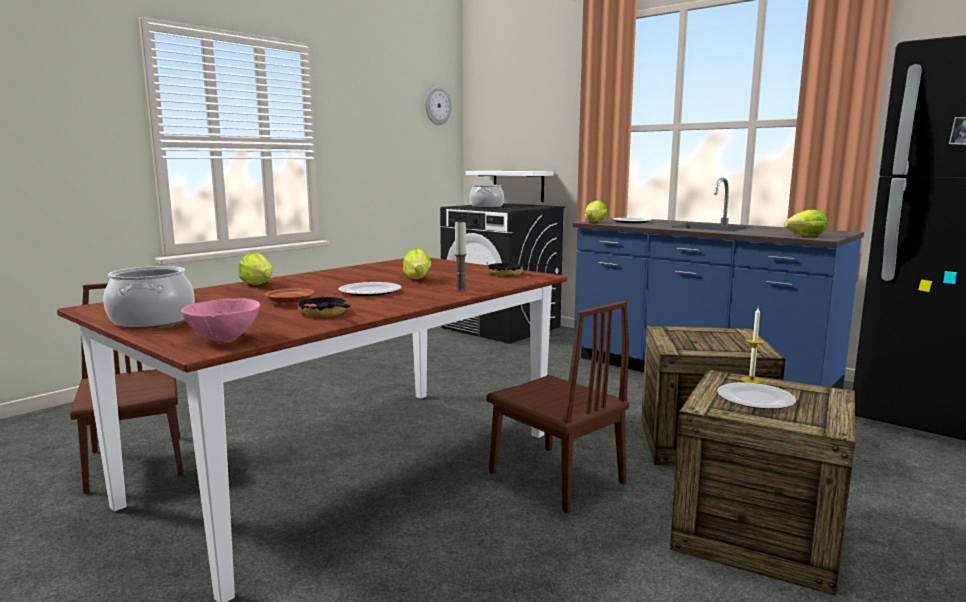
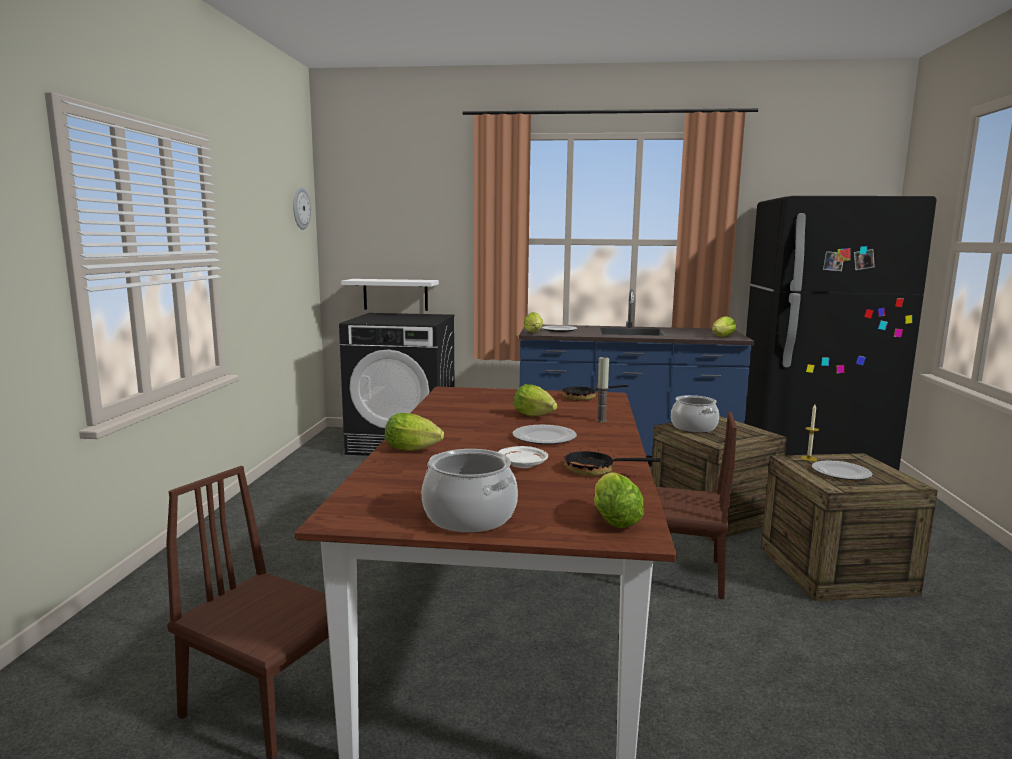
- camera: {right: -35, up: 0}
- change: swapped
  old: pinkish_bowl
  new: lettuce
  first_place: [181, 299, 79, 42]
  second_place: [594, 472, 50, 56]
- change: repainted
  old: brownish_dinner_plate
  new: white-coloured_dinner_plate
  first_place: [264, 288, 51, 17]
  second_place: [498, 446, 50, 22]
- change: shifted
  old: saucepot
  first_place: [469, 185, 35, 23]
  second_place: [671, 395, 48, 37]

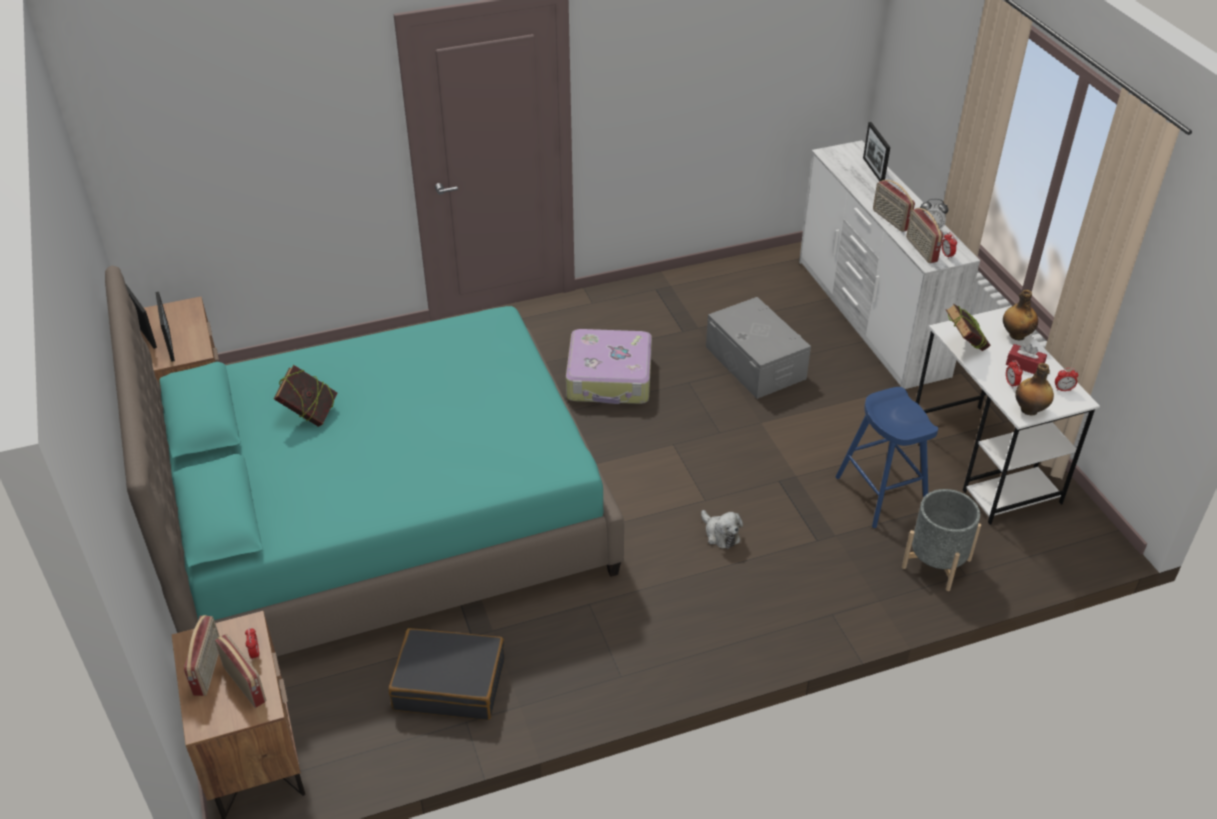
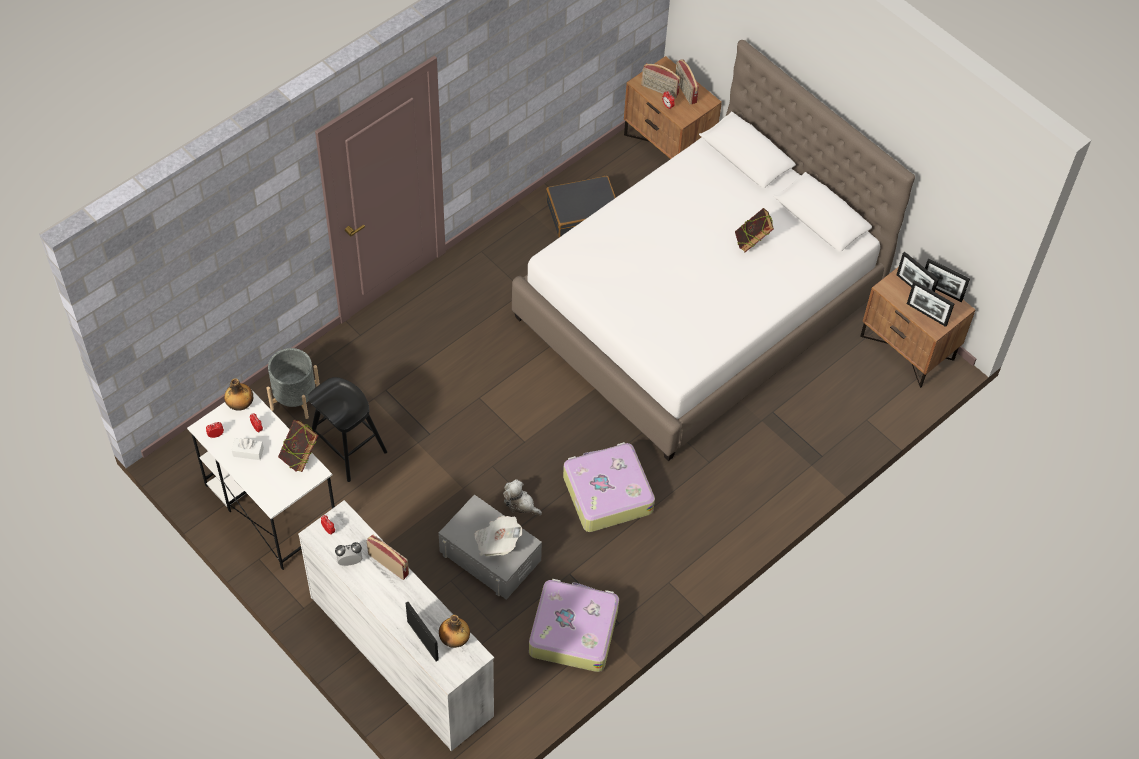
- camera: {right: 155, up: 15}
- change: repainted
  old: turquoise_bedroom_bed
  new: white-coloured_bedroom_bed
  first_place: [105, 265, 519, 391]
  second_place: [512, 40, 403, 421]
- change: shifted
  old: plush_toy
  first_place: [701, 510, 42, 39]
  second_place: [503, 479, 39, 36]
- change: repainted
  old: blue-coloured_sitting_stool
  new: black-coloured_sitting_stool
  first_place: [836, 387, 102, 141]
  second_place: [308, 377, 79, 105]
- change: gone
  old: radio_receiver
  first_place: [906, 208, 37, 55]
- change: shifted
  old: bottle
  first_place: [1003, 290, 35, 50]
  second_place: [439, 615, 31, 33]
- change: repainted
  old: red-coloured_tissue_box
  new: white-coloured_tissue_box
  first_place: [1006, 343, 41, 31]
  second_place: [232, 438, 32, 22]
- change: new
  new: daily_paper
  second_place: [474, 516, 48, 40]
- change: new
  new: suitcase
  second_place: [529, 579, 90, 93]
- change: new
  new: photo_frame
  second_place: [907, 281, 47, 46]

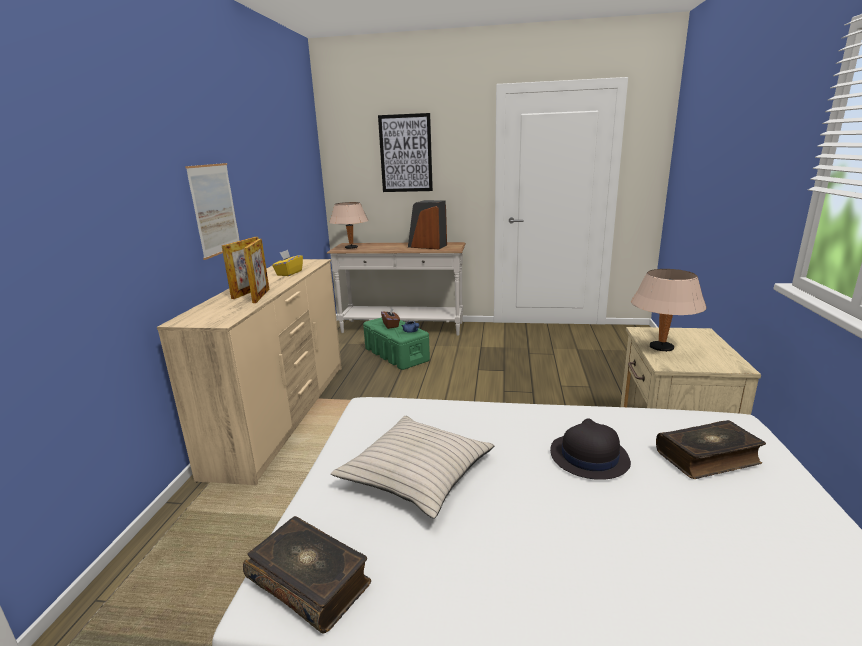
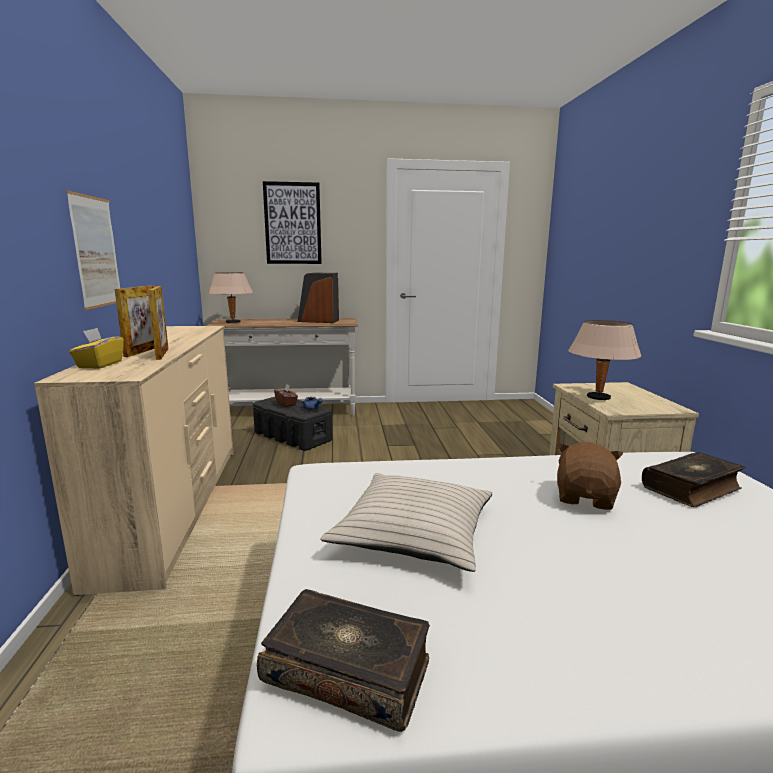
- camera: {right: -15, up: -5}
- change: shifted
  old: yellowish_tissue_box
  first_place: [272, 250, 31, 26]
  second_place: [69, 328, 55, 41]
- change: repainted
  old: green-coloured_storage_bin
  new: black-coloured_storage_bin
  first_place: [363, 317, 67, 53]
  second_place: [253, 397, 79, 54]
- change: swapped
  old: black-coloured_hat
  new: brownish_plush_toy
  first_place: [550, 418, 81, 62]
  second_place: [557, 442, 66, 68]

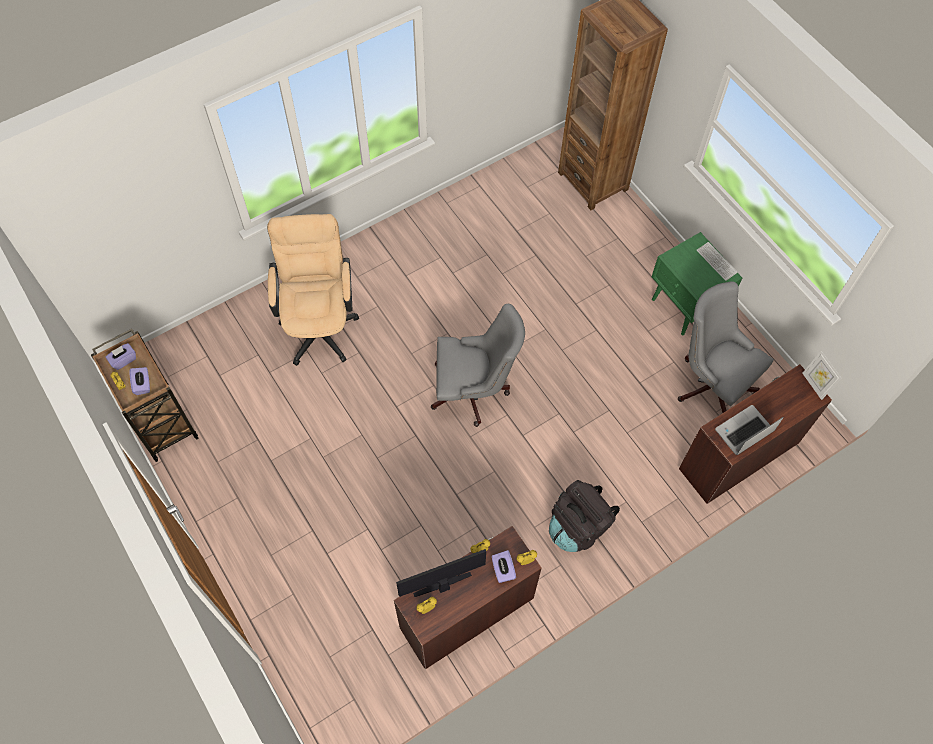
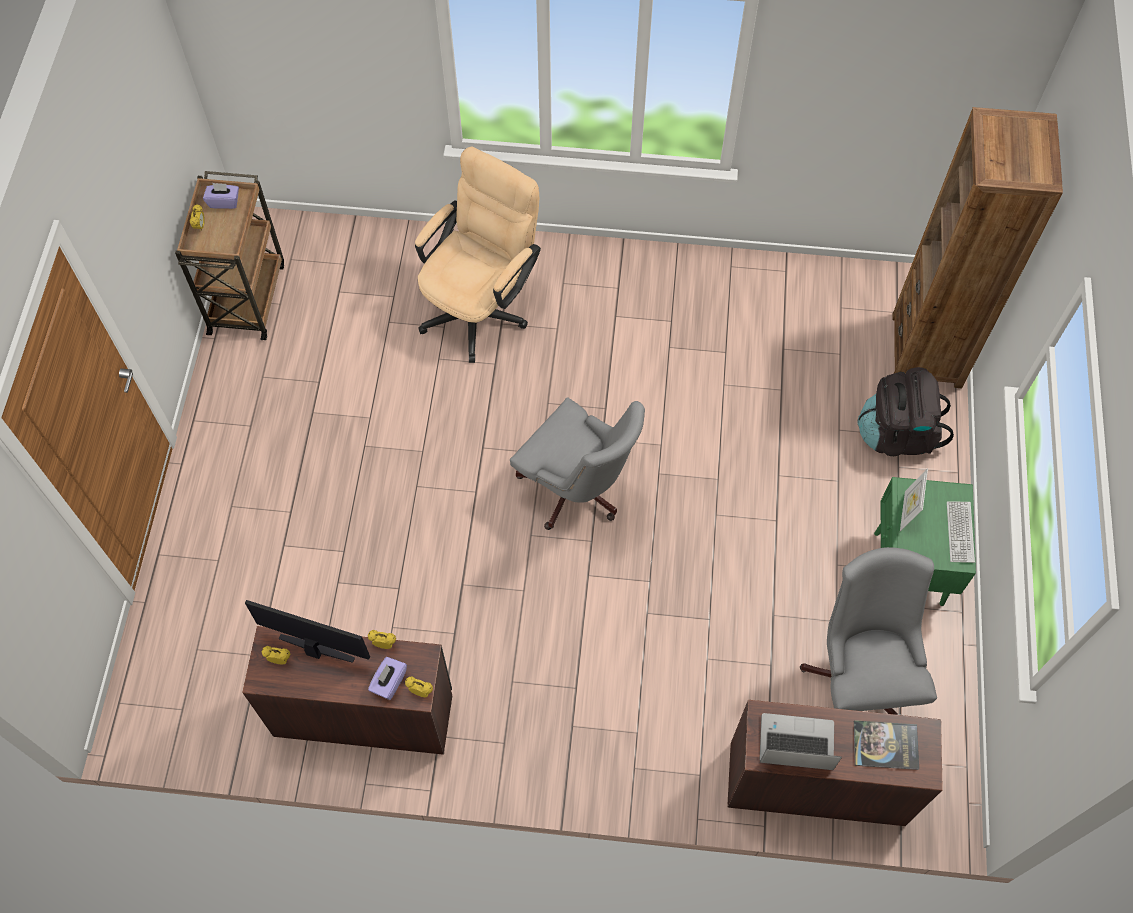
- camera: {right: 40, up: 0}
- change: gone
  old: purplish_tissue_box
  first_place: [129, 367, 21, 28]
- change: shifted
  old: black-coloured_rucksack
  first_place: [549, 480, 71, 72]
  second_place: [857, 367, 97, 89]
- change: shifted
  old: photo_frame
  first_place: [802, 351, 40, 49]
  second_place: [900, 468, 28, 63]
- change: new
  new: volume
  second_place: [854, 720, 65, 50]

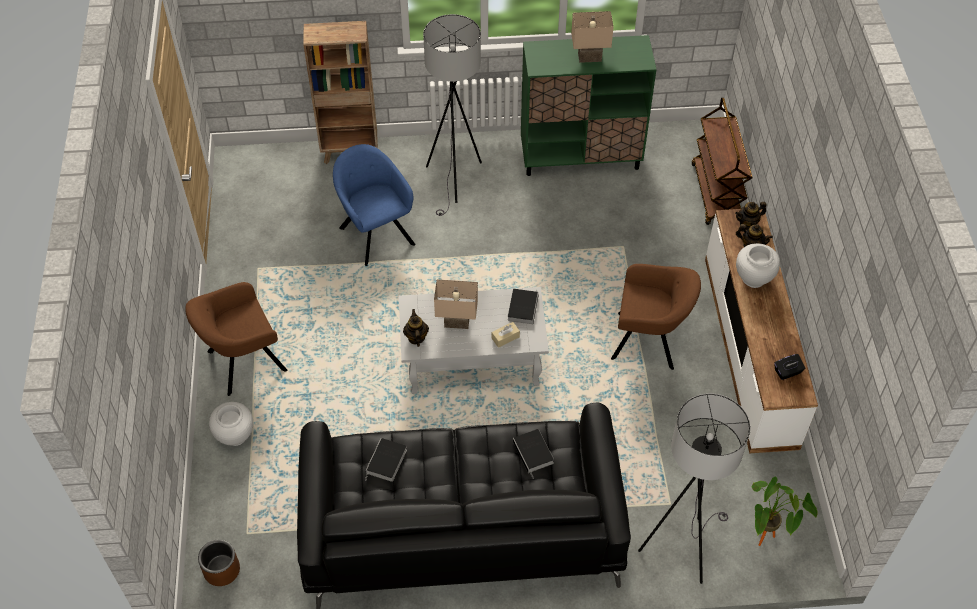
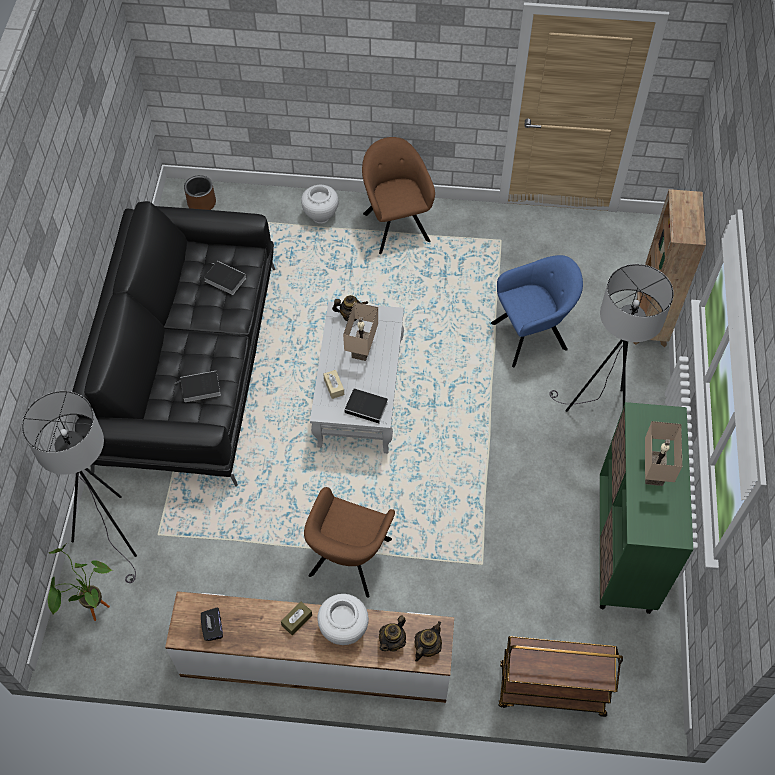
- camera: {right: 100, up: 5}
- change: rotated
  old: tea_pot
  first_place: [735, 202, 32, 28]
  second_place: [415, 621, 27, 41]
  degrees: 45
- change: new
  new: brownish_tissue_box
  second_place: [281, 602, 31, 33]

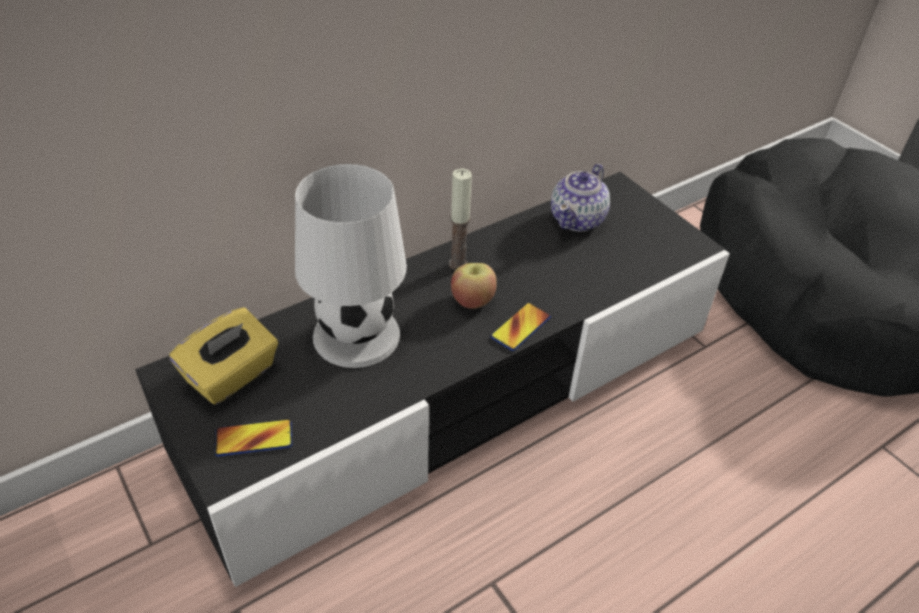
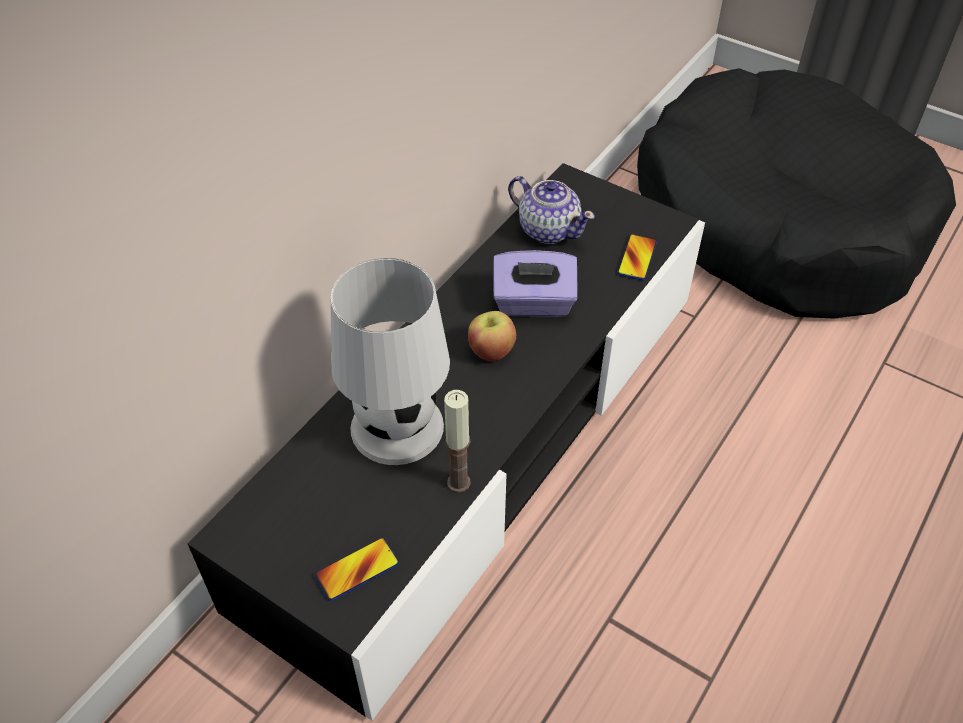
- camera: {right: -20, up: 5}
- change: gone
  old: yellowish_tissue_box
  first_place: [169, 307, 109, 98]
- change: shifted
  old: candle
  first_place: [449, 169, 23, 101]
  second_place: [444, 390, 27, 103]
- change: shifted
  old: telephone
  first_place: [491, 302, 60, 49]
  second_place: [617, 234, 40, 46]
- change: rotated
  old: tea_pot
  first_place: [551, 164, 59, 68]
  second_place: [508, 176, 87, 68]
  degrees: -60
- change: new
  new: purplish_tissue_box
  second_place: [493, 250, 85, 67]

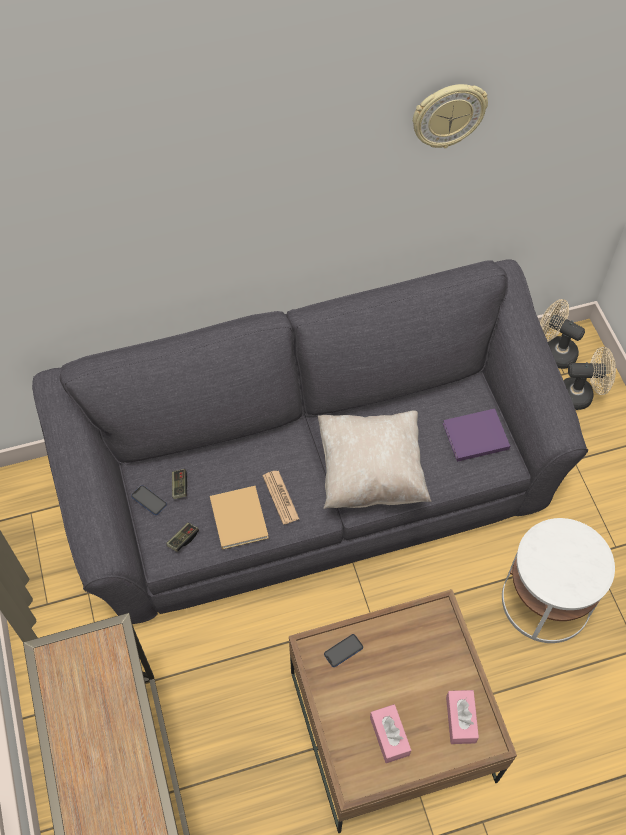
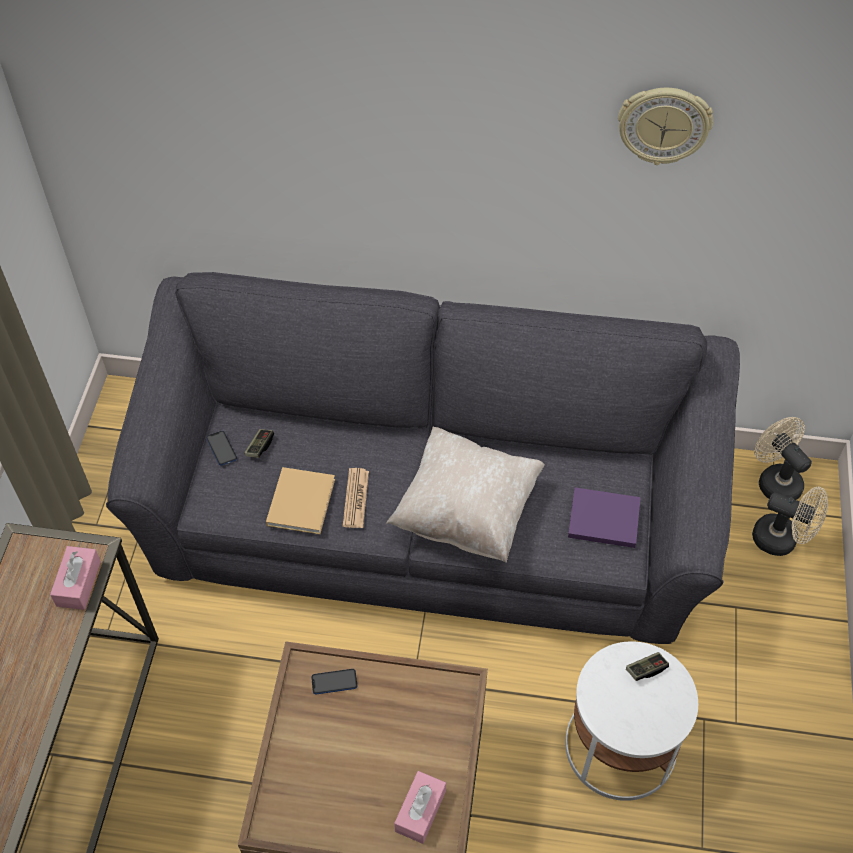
- camera: {right: 25, up: -5}
- change: shifted
  old: game_controller
  first_place: [166, 523, 33, 29]
  second_place: [626, 652, 43, 29]
- change: shifted
  old: pinkish_tissue_box
  first_place: [370, 704, 41, 59]
  second_place: [50, 546, 51, 64]

